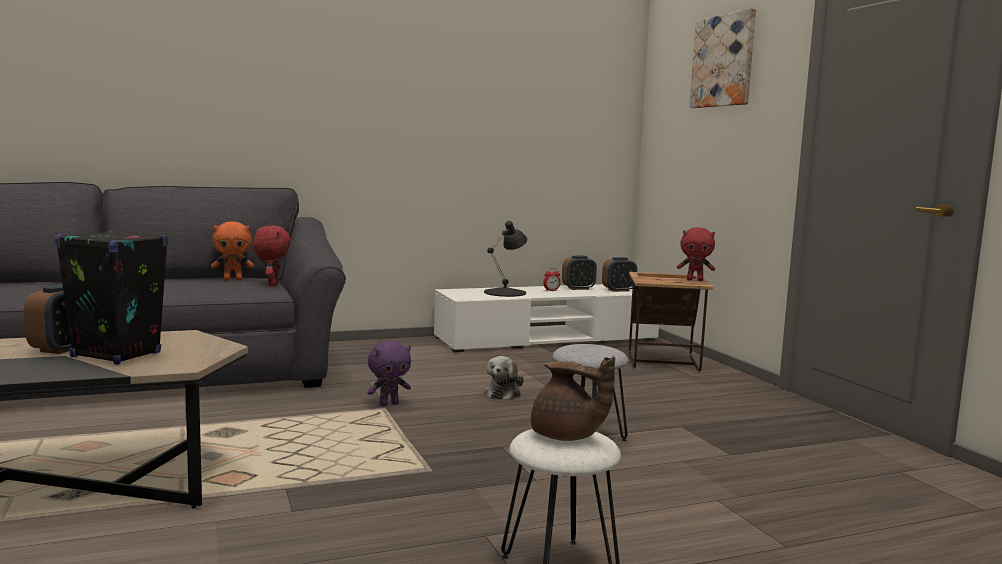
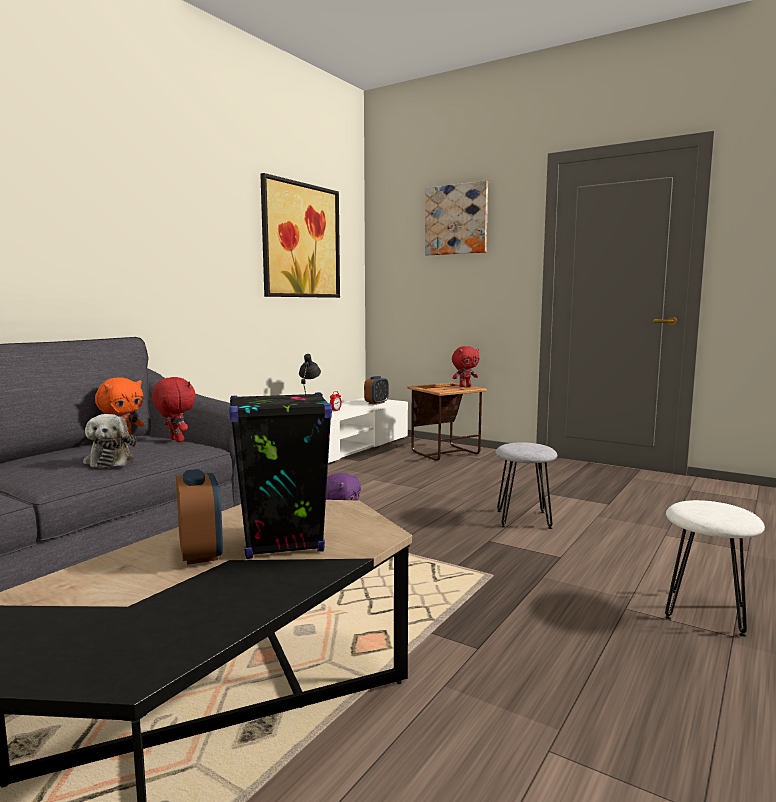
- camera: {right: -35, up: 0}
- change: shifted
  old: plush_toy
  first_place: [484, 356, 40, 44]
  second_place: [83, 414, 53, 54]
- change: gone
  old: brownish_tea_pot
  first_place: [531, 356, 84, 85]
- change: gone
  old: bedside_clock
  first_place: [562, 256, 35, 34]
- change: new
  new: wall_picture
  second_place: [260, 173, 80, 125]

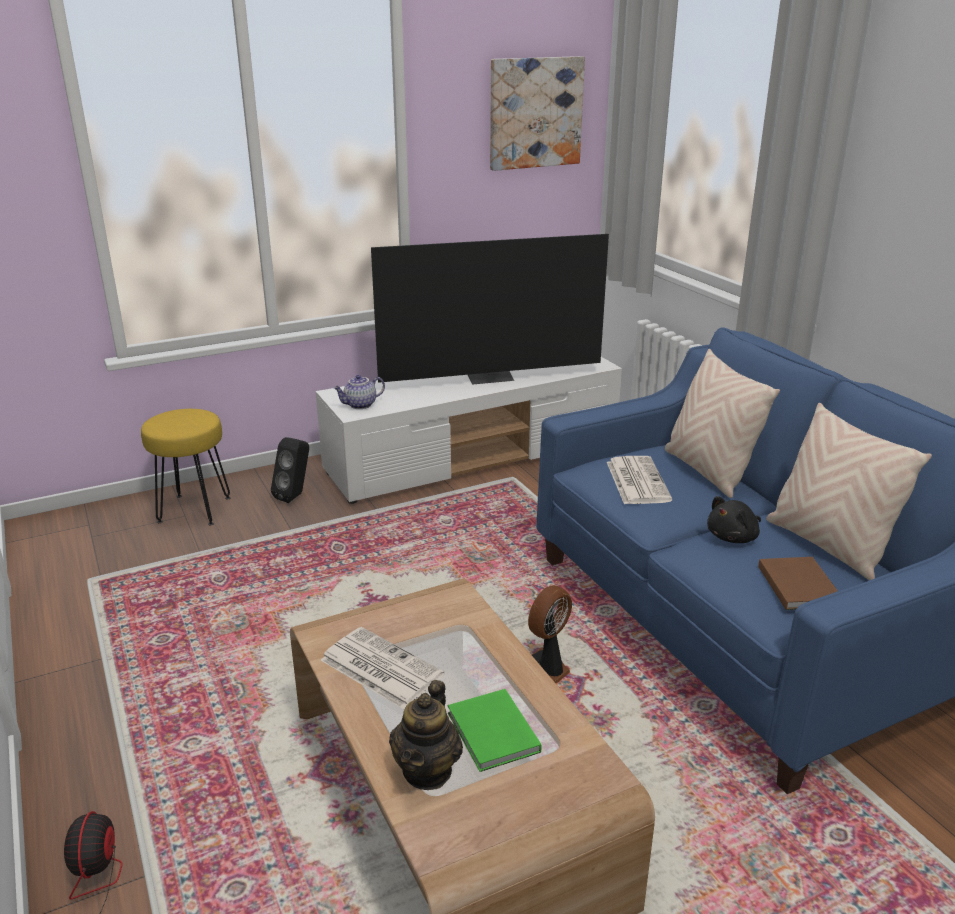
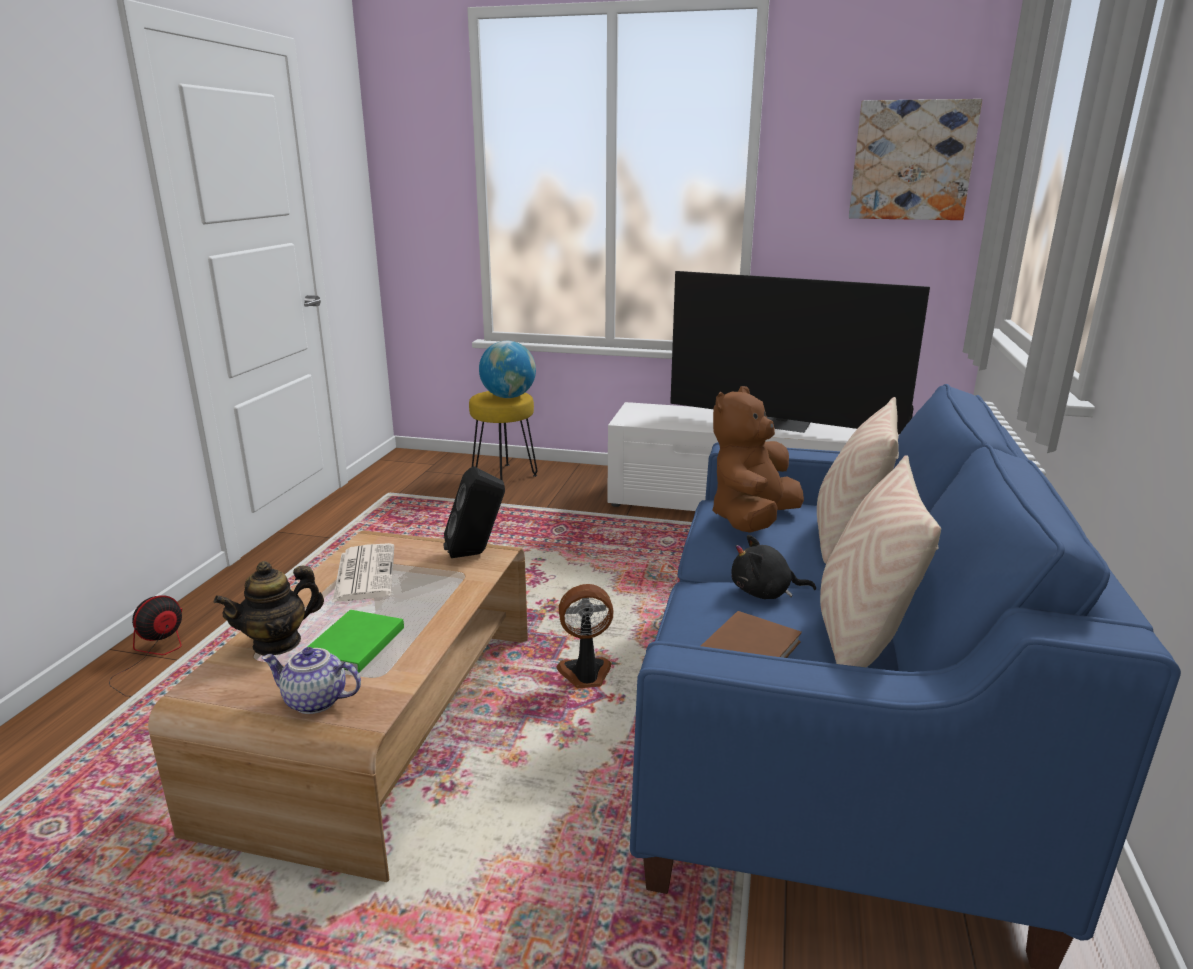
- camera: {right: 40, up: -5}
- change: shifted
  old: black-coloured_loudspeaker
  first_place: [271, 437, 38, 66]
  second_place: [443, 466, 62, 92]
- change: shifted
  old: tea_pot
  first_place: [333, 375, 52, 34]
  second_place: [262, 647, 99, 67]
- change: swapped
  old: daily_paper
  new: brownish_plush_toy
  first_place: [607, 456, 65, 48]
  second_place: [713, 386, 91, 147]
- change: new
  new: globe
  second_place: [479, 341, 57, 57]

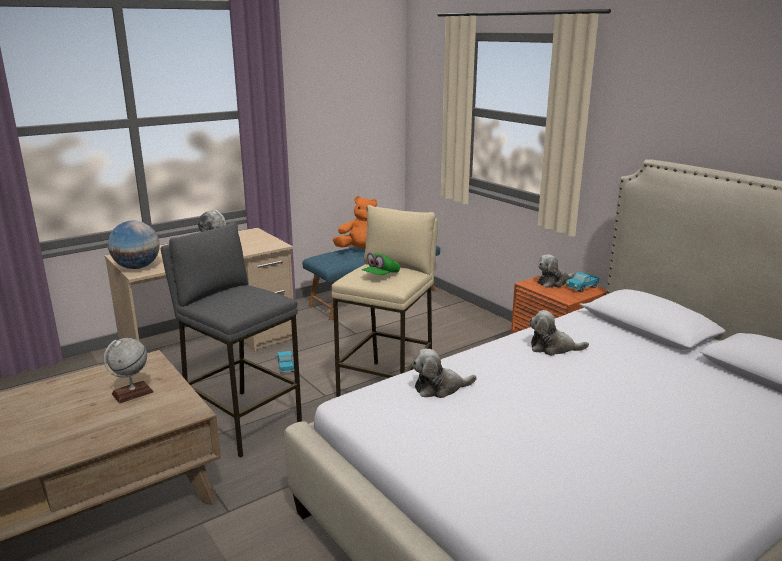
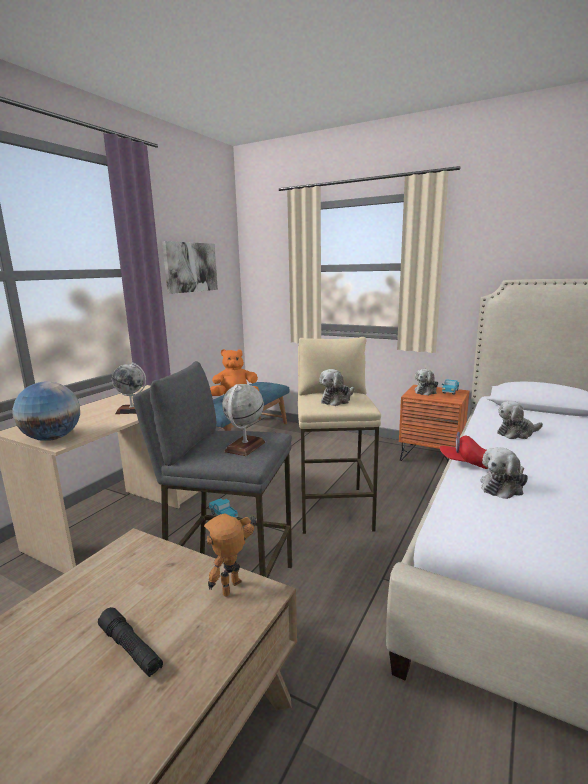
- camera: {right: -25, up: -5}
- change: shifted
  old: globe
  first_place: [103, 338, 51, 66]
  second_place: [222, 384, 43, 72]
- change: swapped
  old: green-coloured_baseball_cap
  new: plush_toy
  first_place: [362, 252, 38, 23]
  second_place: [319, 369, 36, 37]
- change: new
  new: black-coloured_hand_torch
  second_place: [98, 607, 65, 70]
- change: new
  new: wall_picture
  second_place: [162, 241, 56, 53]
- change: new
  new: model_robot
  second_place: [204, 513, 52, 84]
- change: new
  new: red-coloured_baseball_cap
  second_place: [440, 432, 48, 37]

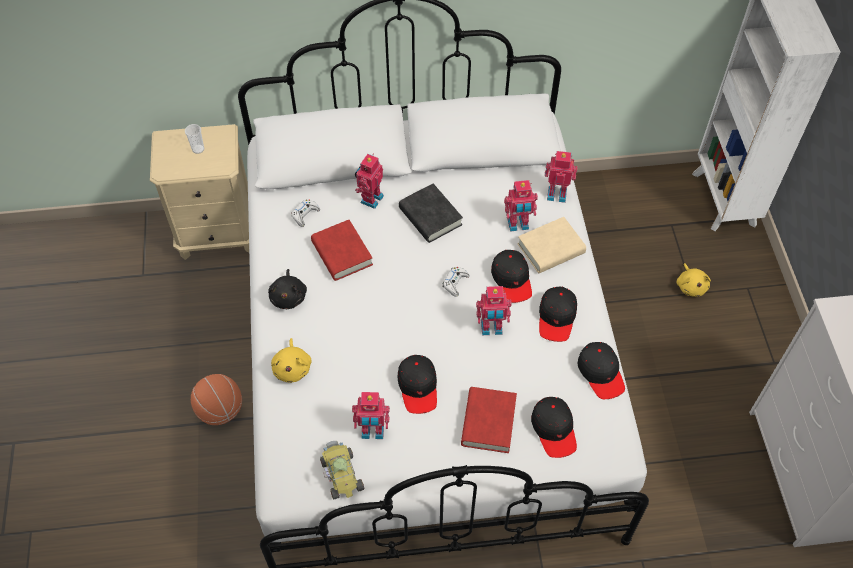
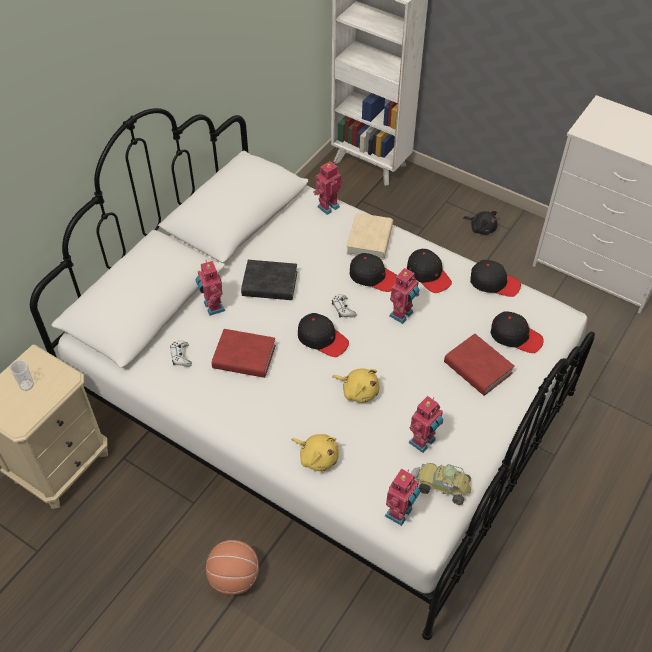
- camera: {right: -50, up: -5}
- change: shifted
  old: black-coloured_plush_toy
  first_place: [268, 269, 39, 40]
  second_place: [463, 211, 34, 24]
- change: shifted
  old: black-coloured_baseball_cap
  first_place: [397, 355, 40, 59]
  second_place: [298, 313, 51, 44]
- change: shifted
  old: model_robot
  first_place: [504, 180, 34, 52]
  second_place: [385, 468, 35, 58]
- change: shifted
  old: yellowish_plush_toy
  first_place: [677, 263, 34, 34]
  second_place: [332, 369, 48, 34]

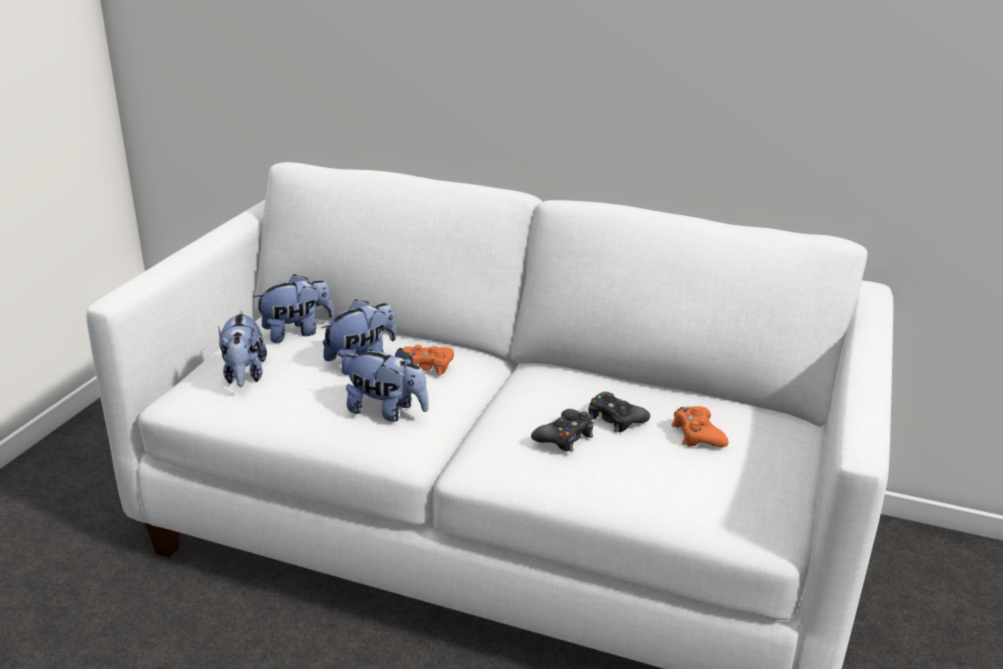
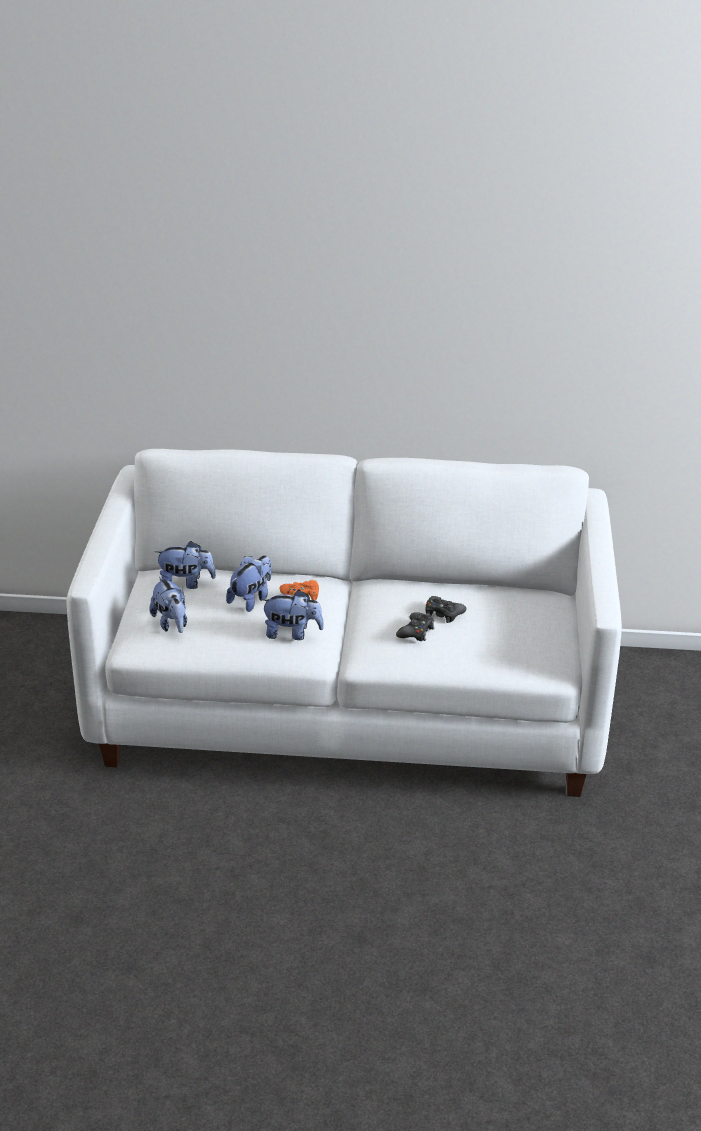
- camera: {right: -15, up: 5}
- change: rotated
  old: plush_toy
  first_place: [253, 274, 81, 69]
  second_place: [154, 541, 62, 48]
  degrees: 45
- change: gone
  old: orange-coloured_game_controller
  first_place: [671, 406, 58, 41]

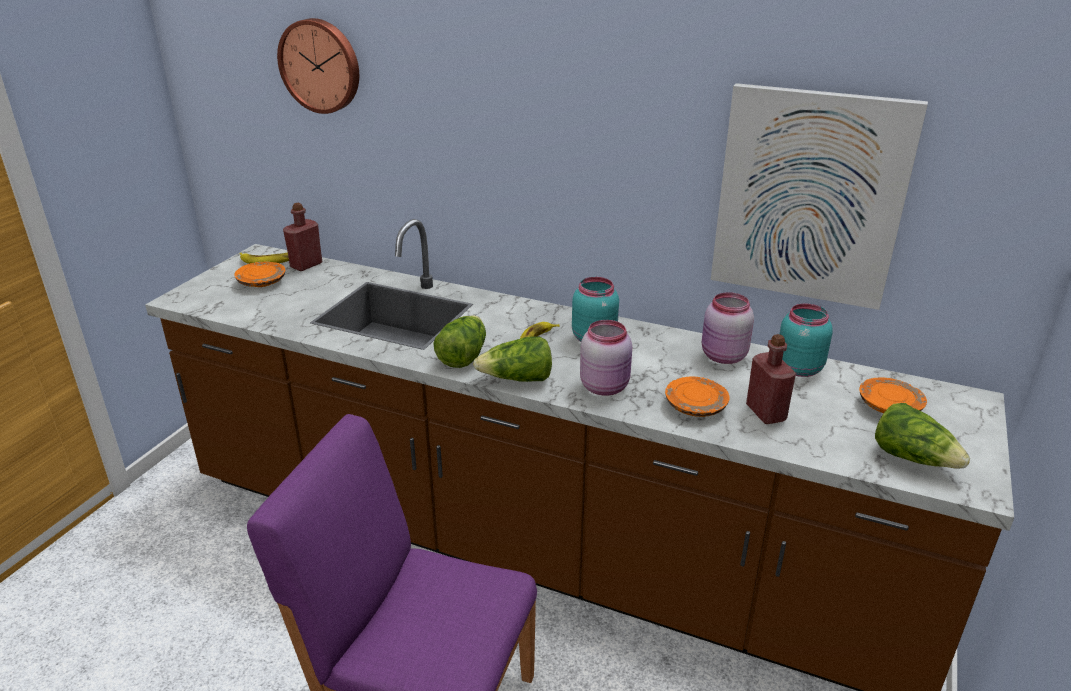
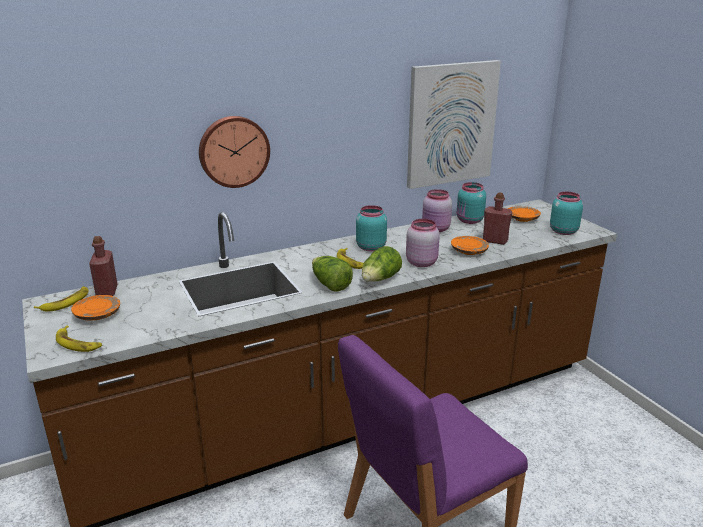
- camera: {right: -50, up: -5}
- change: shifted
  old: hanging_clock
  first_place: [277, 18, 82, 96]
  second_place: [199, 116, 71, 72]
- change: swapped
  old: lettuce
  new: turquoise_jar
  first_place: [875, 403, 95, 65]
  second_place: [550, 192, 33, 43]
- change: new
  new: whole_banana
  second_place: [56, 325, 46, 27]

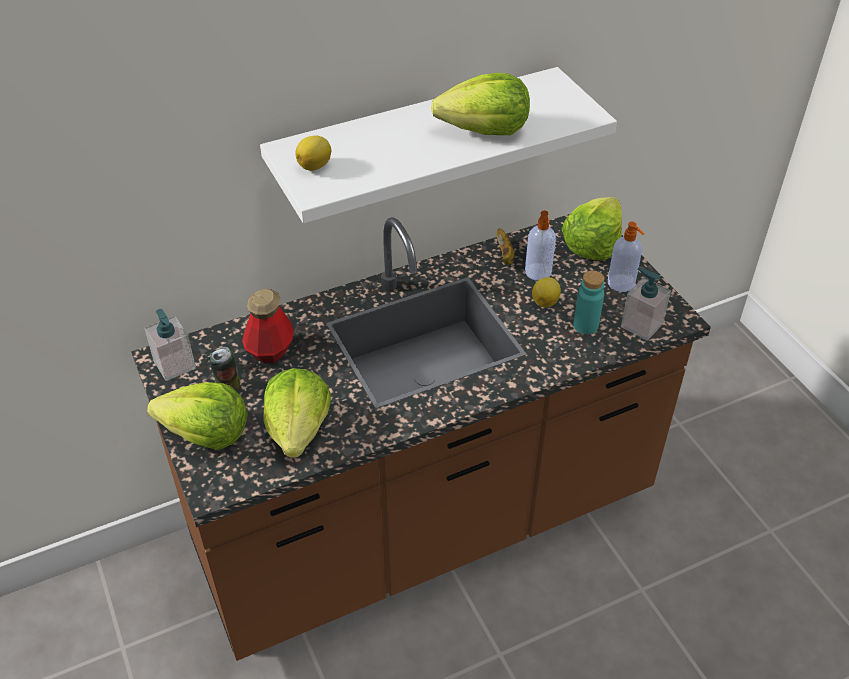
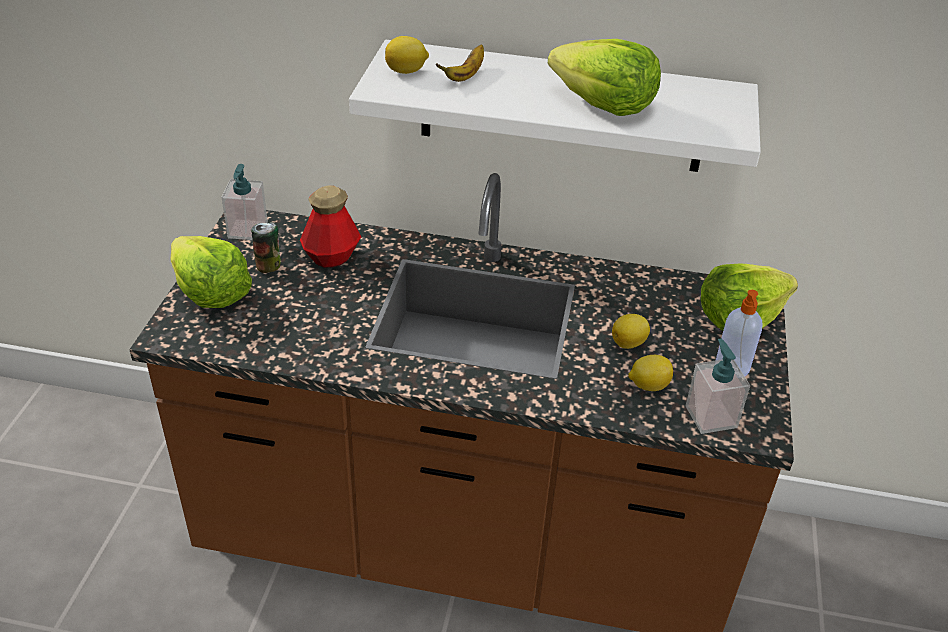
- camera: {right: 35, up: -5}
- change: gone
  old: lettuce
  first_place: [264, 368, 67, 89]
- change: shifted
  old: whole_banana
  first_place: [497, 228, 17, 37]
  second_place: [436, 44, 48, 38]
- change: gone
  old: soap_dispenser
  first_place: [525, 211, 31, 70]
- change: swapped
  old: turquoise_bottle
  new: citrus_fruit
  first_place: [574, 271, 30, 63]
  second_place: [628, 355, 45, 36]

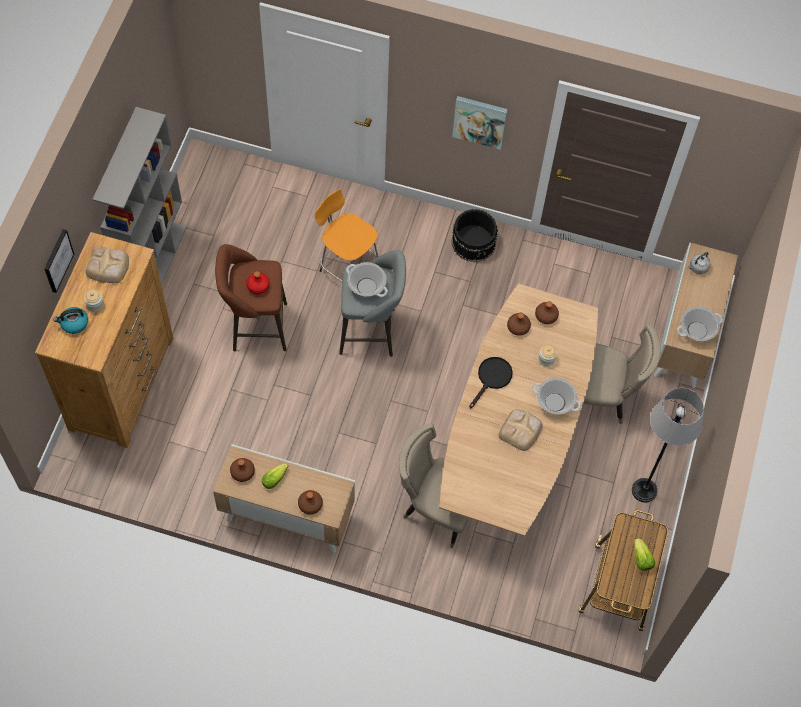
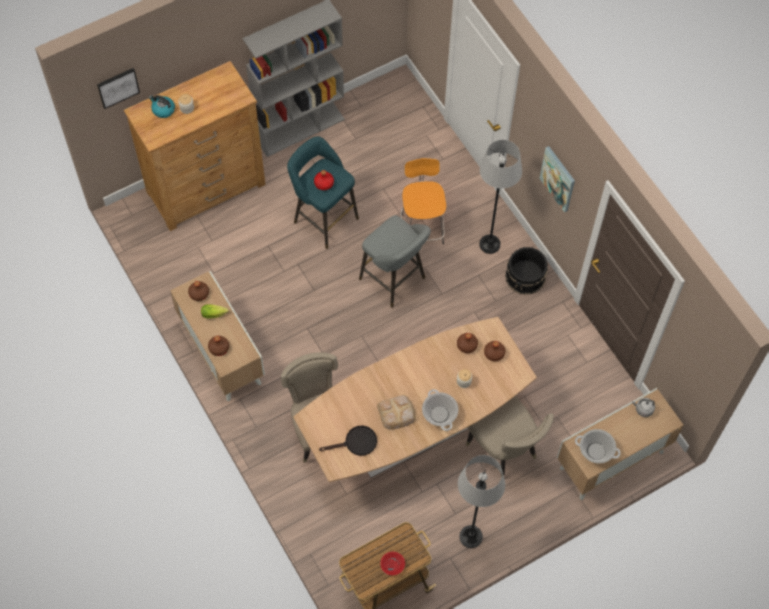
- camera: {right: 45, up: 0}
- change: shifted
  old: wall_picture
  first_place: [44, 229, 30, 64]
  second_place: [97, 68, 43, 41]
- change: gone
  old: bread
  first_place: [85, 246, 44, 37]
- change: repainted
  old: brownish_sitting_stool
  new: turquoise_sitting_stool
  first_place: [215, 244, 72, 107]
  second_place: [287, 136, 72, 113]
- change: gone
  old: saucepot
  first_place: [346, 262, 42, 35]
- change: shifted
  old: black-coloured_pan
  first_place: [469, 357, 44, 51]
  second_place: [319, 426, 58, 30]
- change: swapped
  old: lettuce
  new: red-coloured_bowl
  first_place: [634, 538, 21, 33]
  second_place: [380, 552, 25, 23]
- change: new
  new: gray_standing_lamp
  second_place: [479, 140, 43, 114]

